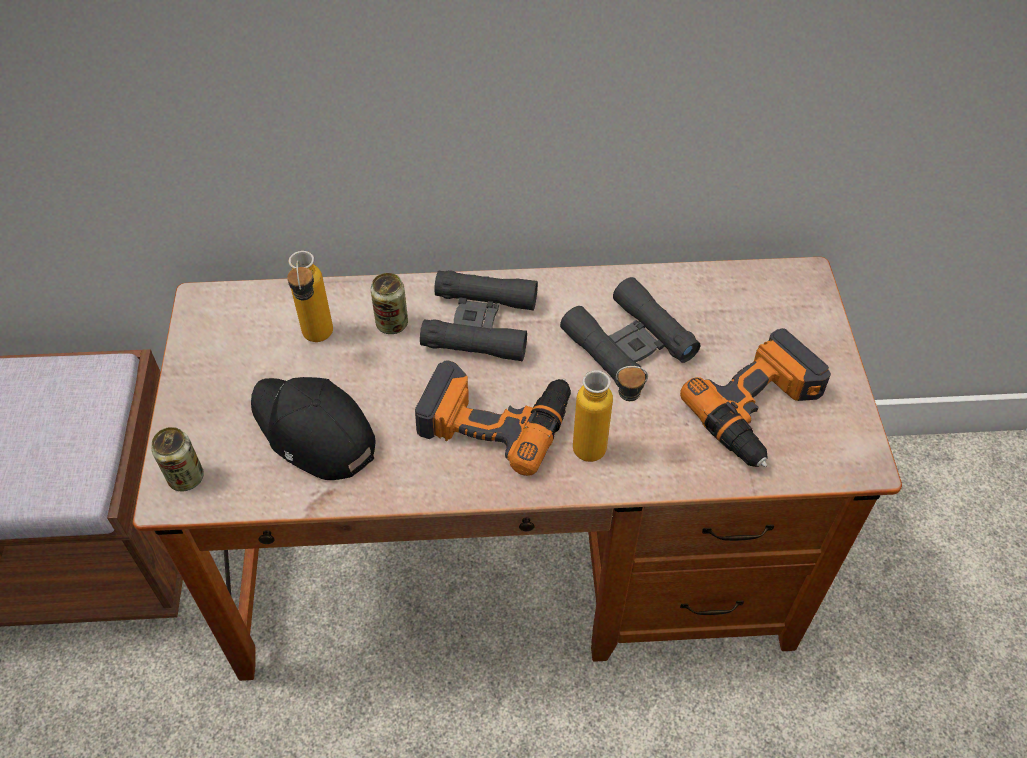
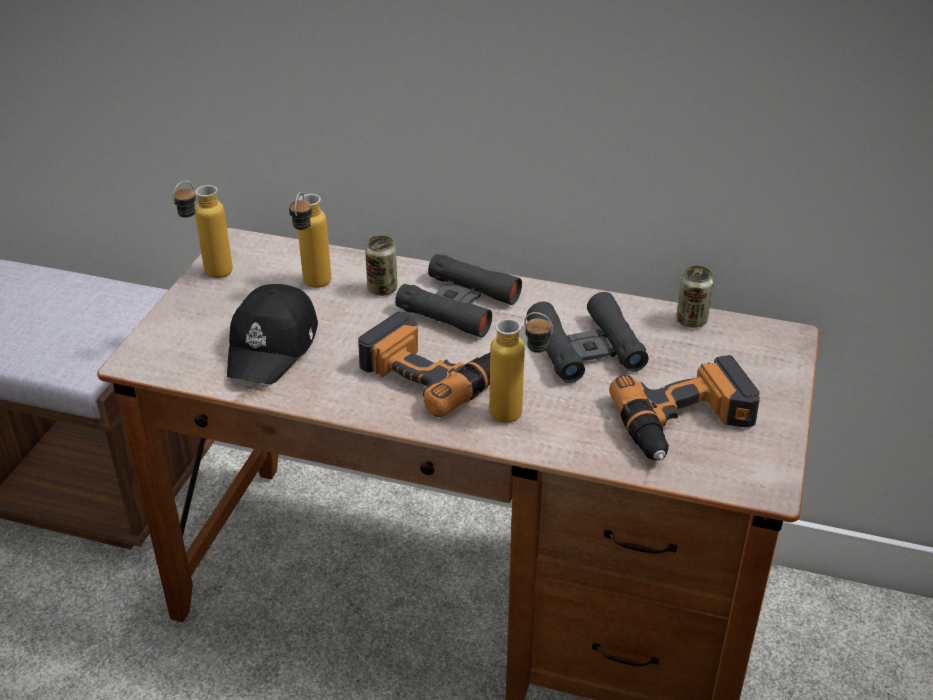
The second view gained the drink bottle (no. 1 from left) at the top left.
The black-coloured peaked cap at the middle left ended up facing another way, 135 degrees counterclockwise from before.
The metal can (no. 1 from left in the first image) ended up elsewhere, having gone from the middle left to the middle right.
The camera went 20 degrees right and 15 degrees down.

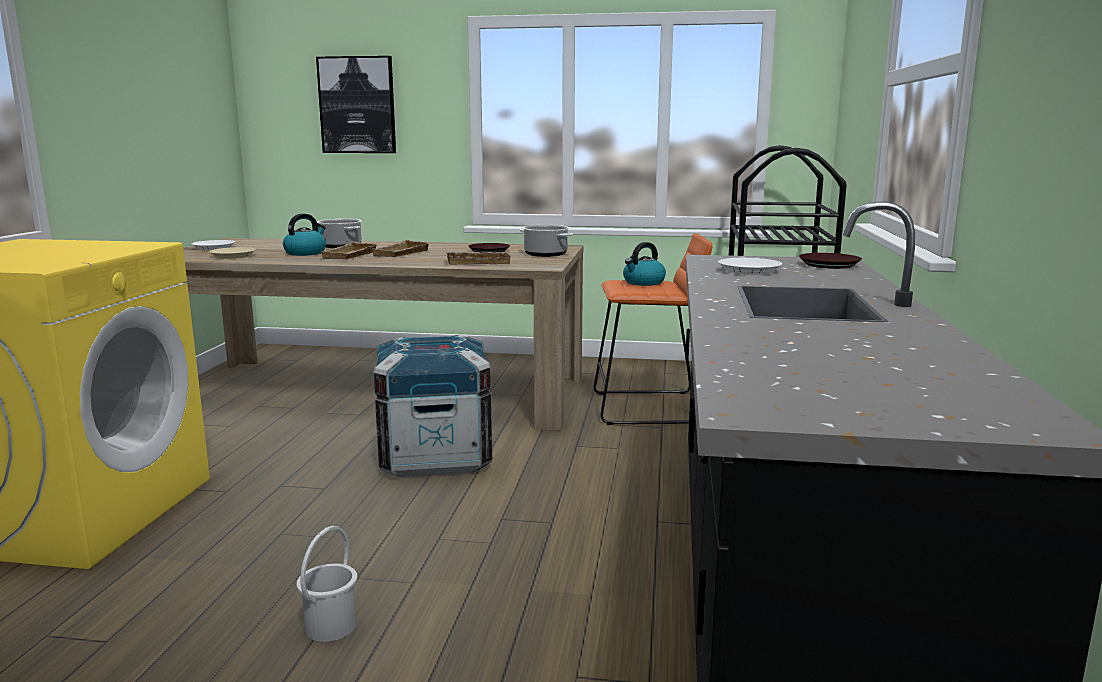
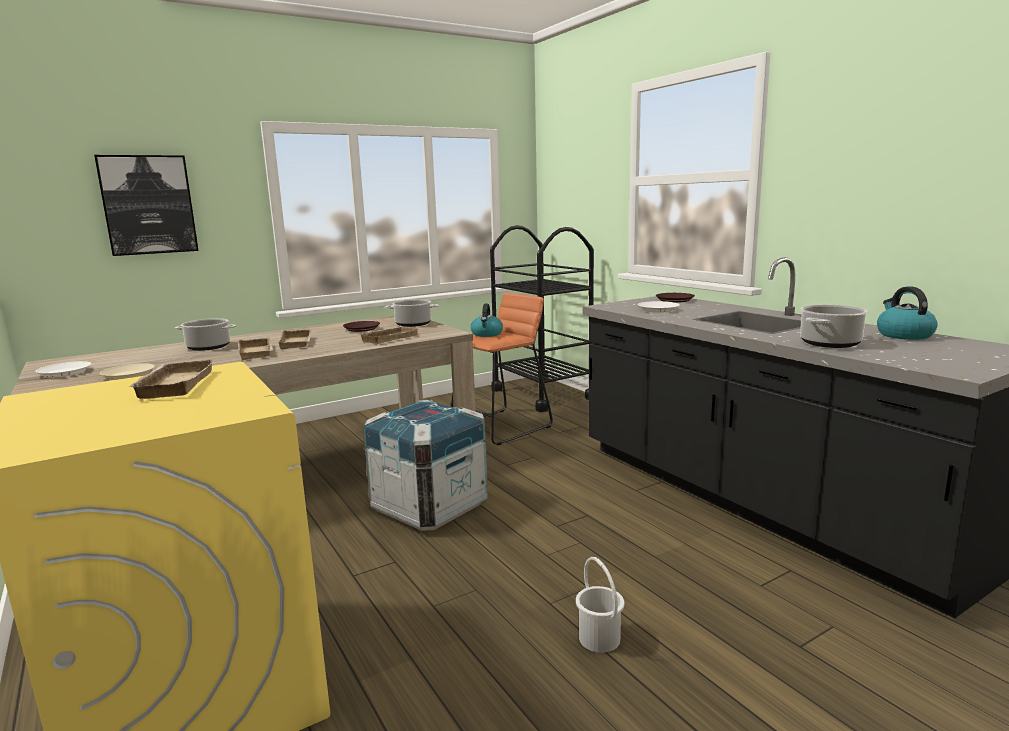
The second view gained the beige-coloured carrying tray (no. 1 from left) at the middle left.
The second view gained the cooking pot (no. 3 from left) at the middle right.
The water kettle (no. 1 from left in the first image) ended up elsewhere, having gone from the middle left to the middle right.
The camera went 40 degrees left and 0 degrees up.

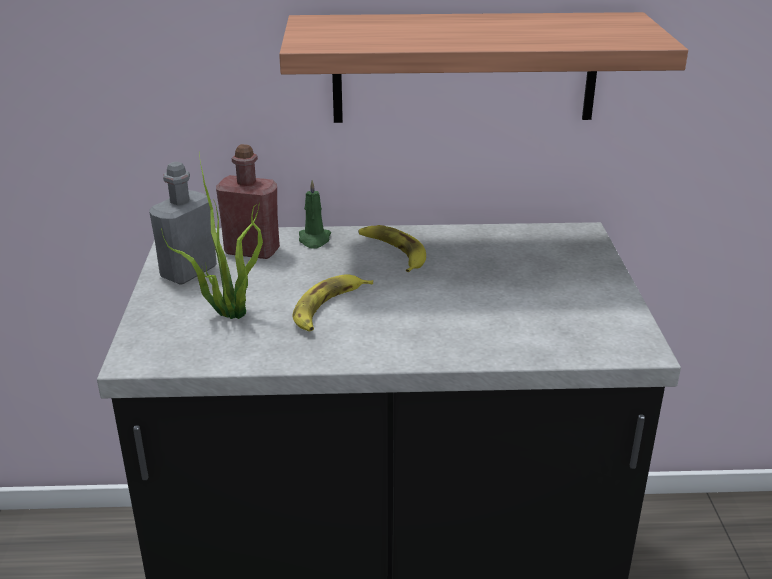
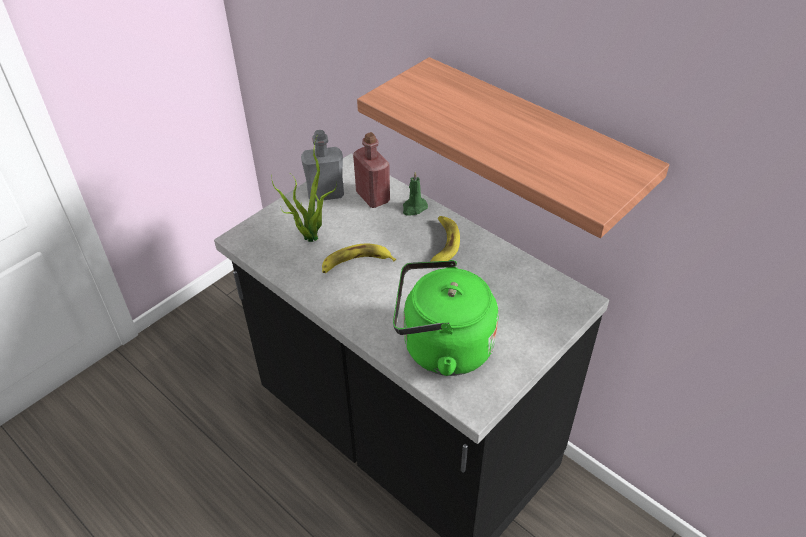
The second view gained the green water kettle at the centre.
The camera went 45 degrees right and 15 degrees up.

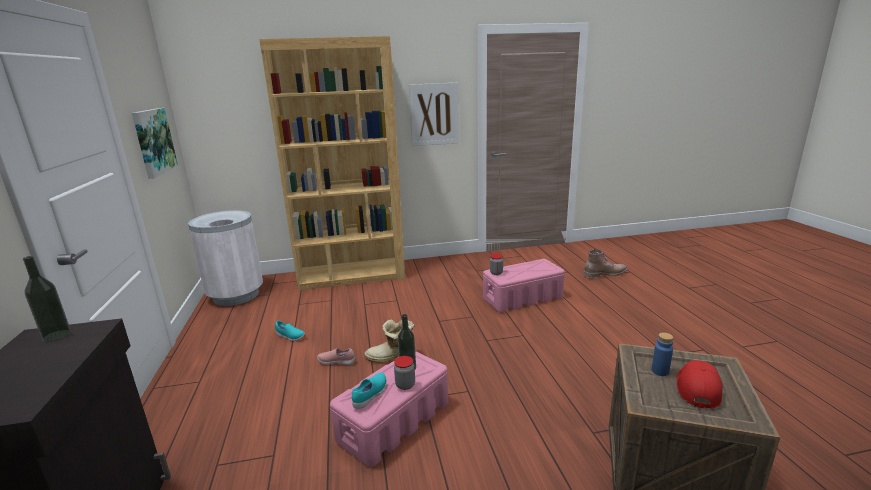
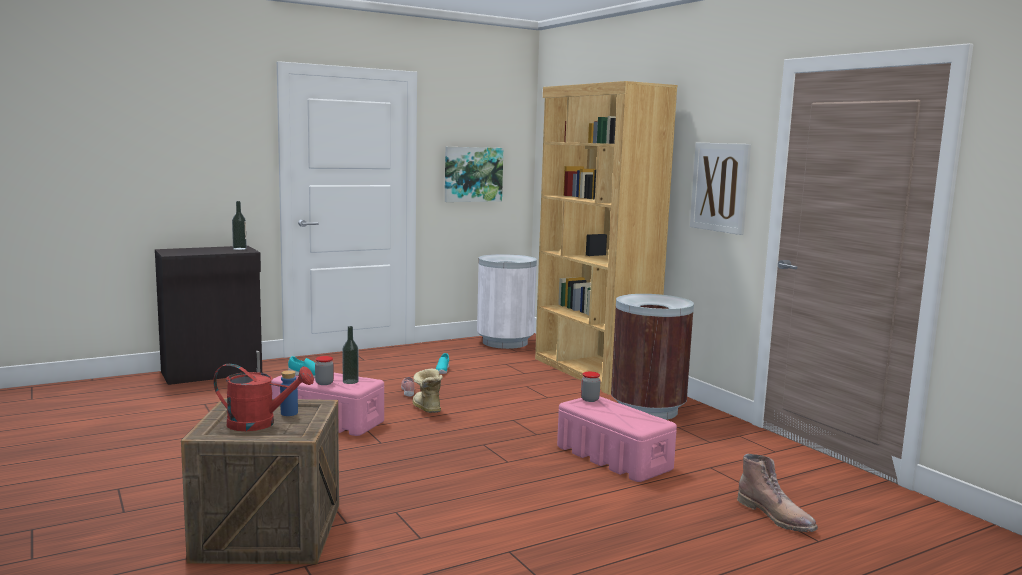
Where the red peaked cap stood at the bottom right, the red watering pot came to stand at the bottom left.
The second view gained the brownish rubbish bin at the centre.
The camera went 70 degrees right and 10 degrees down.

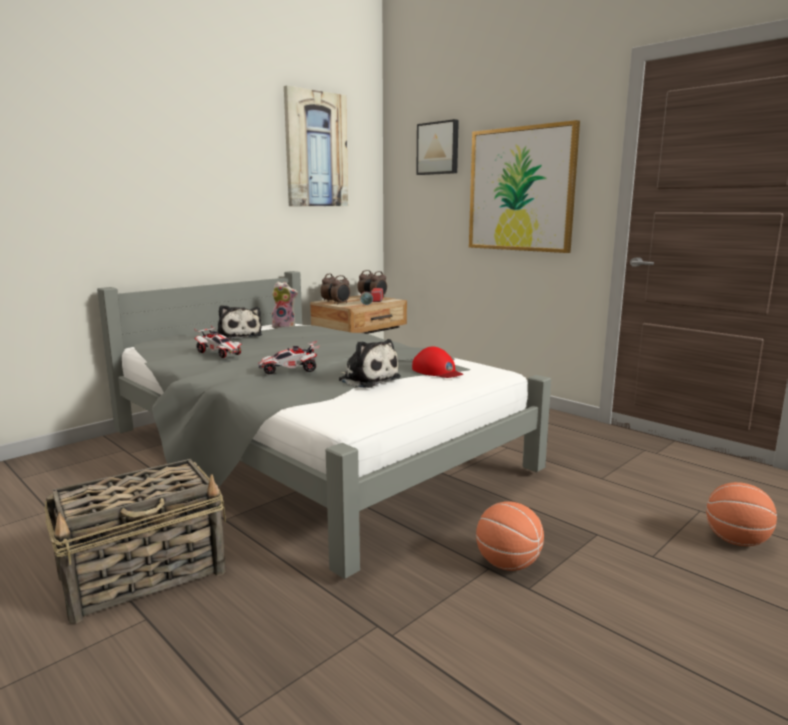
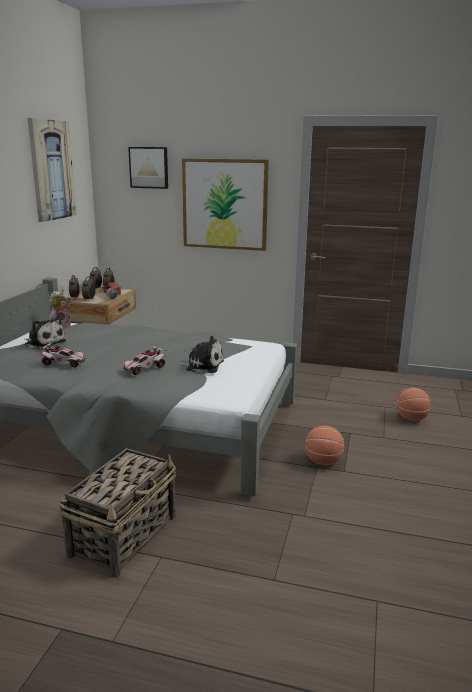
The second view lost the red peaked cap at the centre.
The camera went 30 degrees left and 5 degrees up.

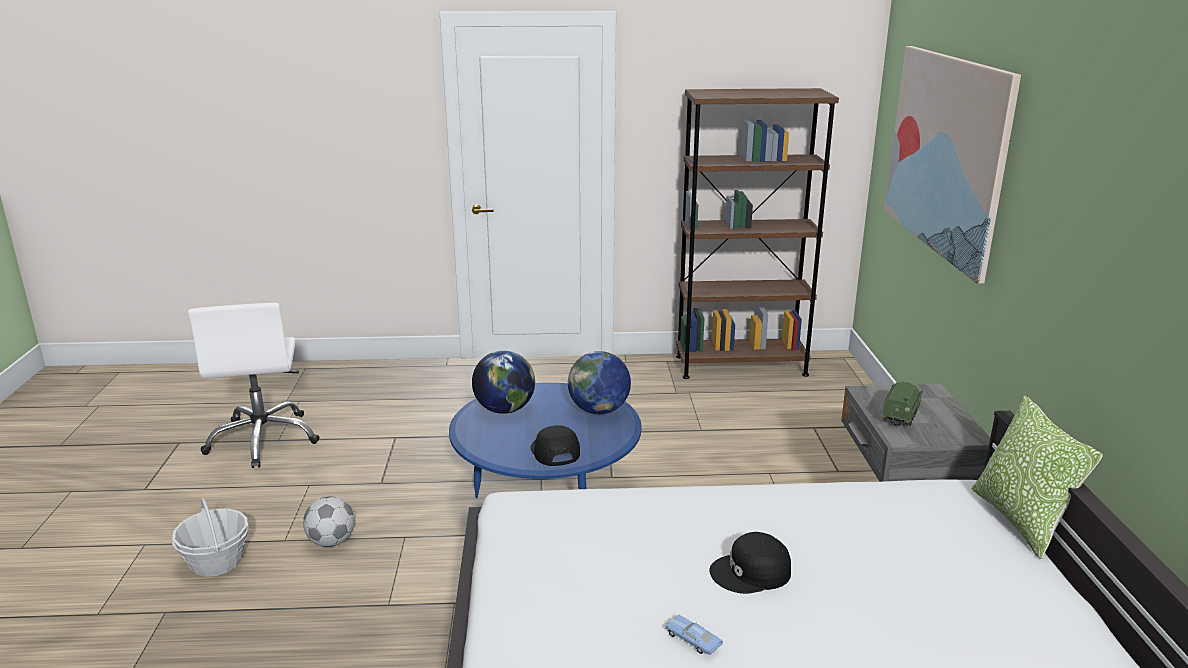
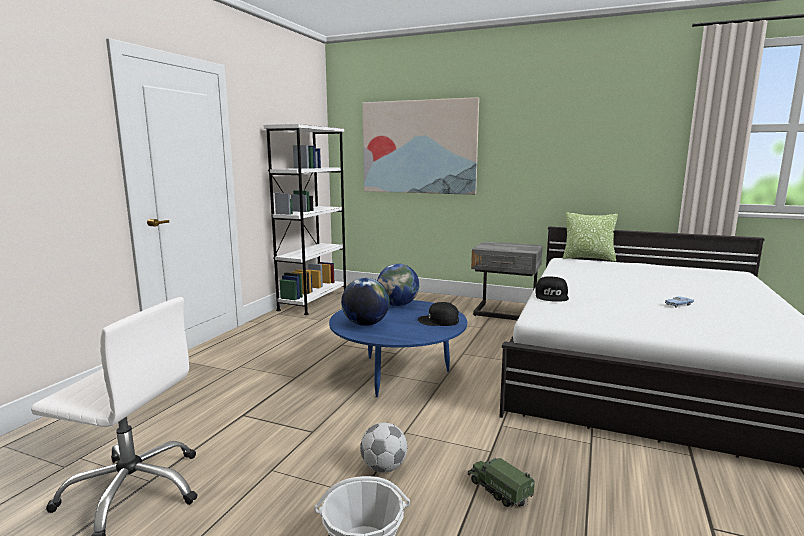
What was the brownish bookshelf at the centre turned into the whitish bookshelf at the centre.
The toy truck ended up elsewhere, having gone from the middle right to the bottom centre.
The black-coloured peaked cap (no. 2 from left) ended up elsewhere, having gone from the bottom centre to the middle right.
The camera went 65 degrees left and 10 degrees down.

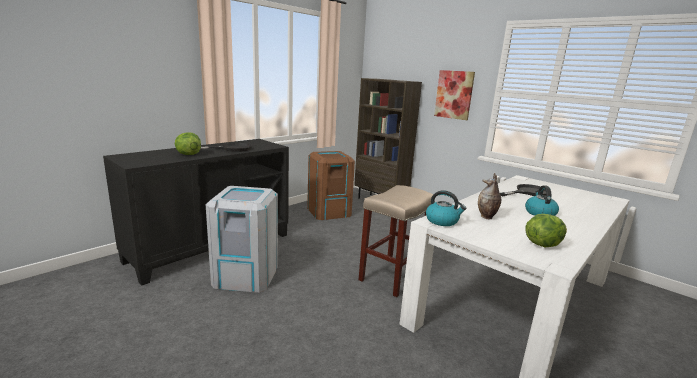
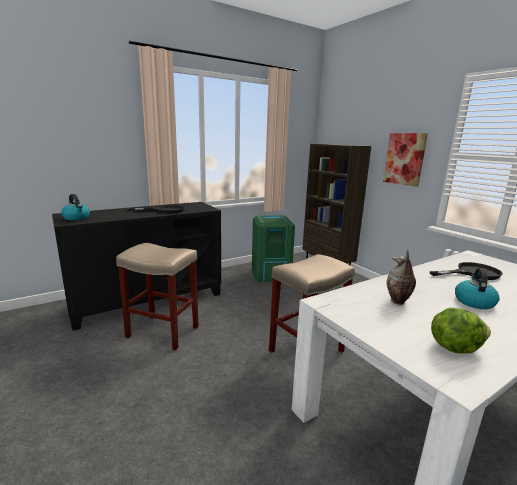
The water kettle (no. 1 from left) ended up elsewhere, having gone from the centre to the middle left.
Where the greyish rubbish bin stood at the centre, the beige-coloured stool (no. 1 from left) came to stand at the middle left.
What was the brownish rubbish bin at the centre turned into the green rubbish bin at the centre.
The second view lost the lettuce (no. 1 from left) at the middle left.
The camera went 15 degrees right and 0 degrees up.

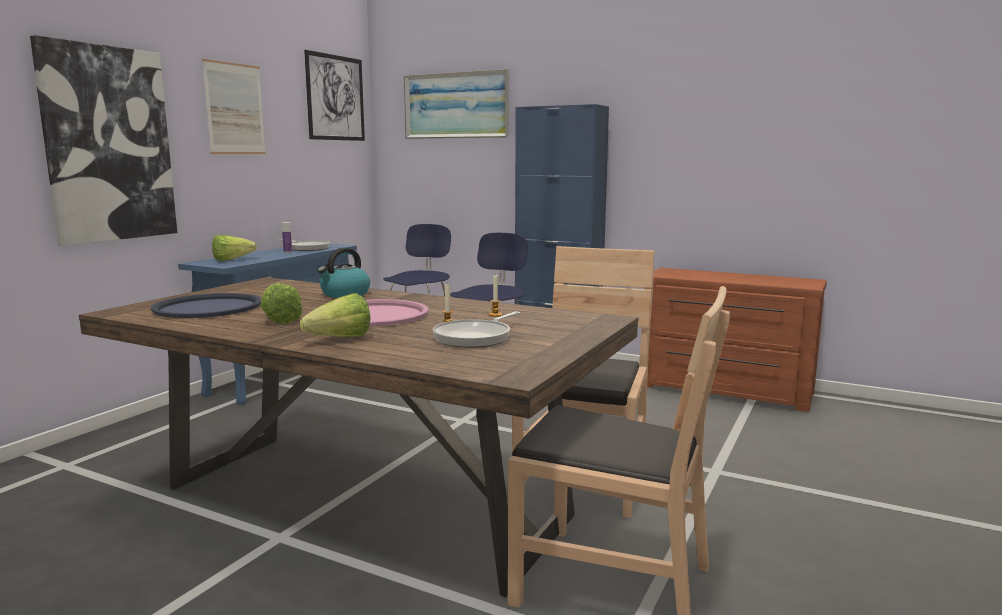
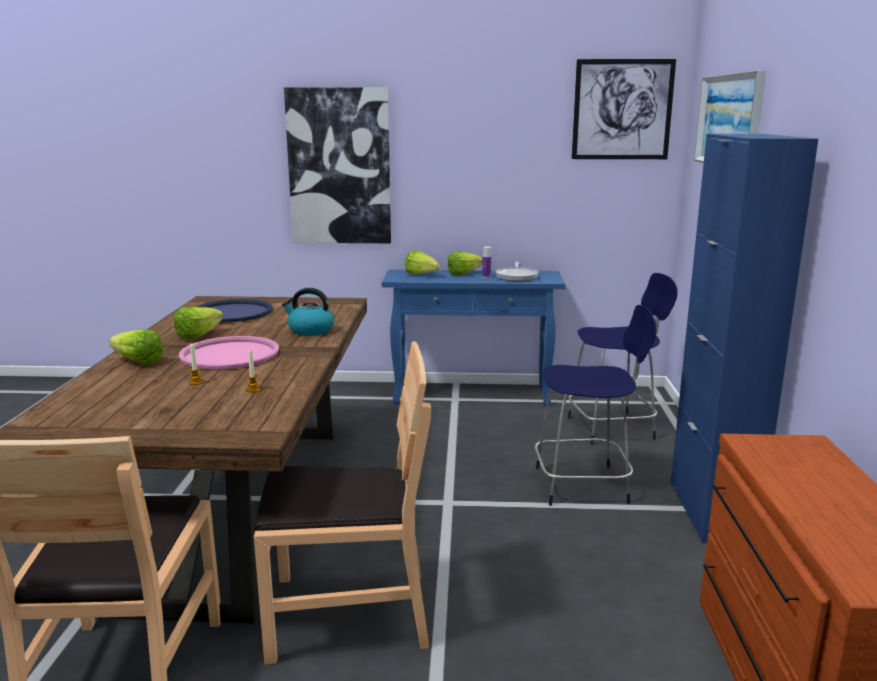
The second view gained the lettuce (no. 4 from left) at the centre.
The second view lost the wall art (no. 2 from left) at the top left.
The second view lost the pan (no. 2 from left) at the centre.
The camera went 65 degrees right and 5 degrees up.

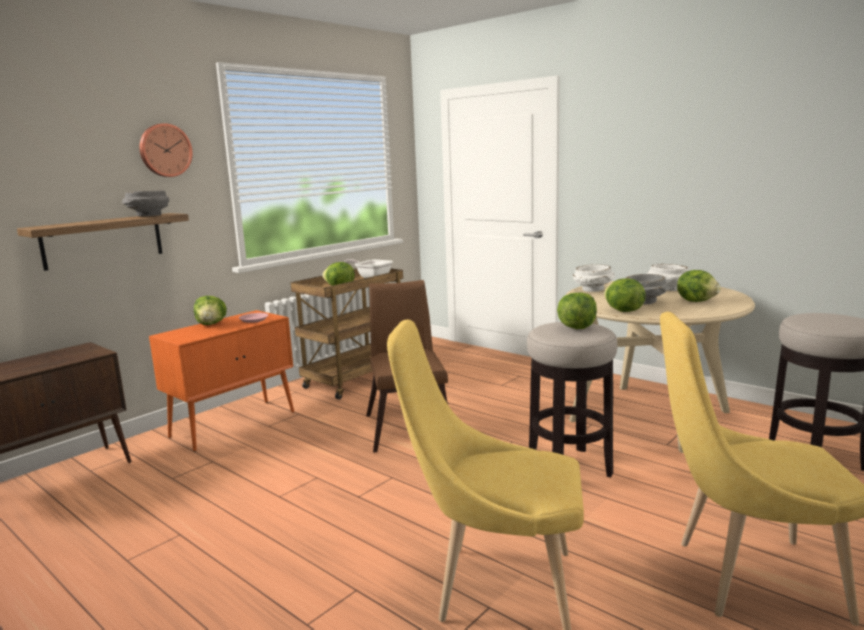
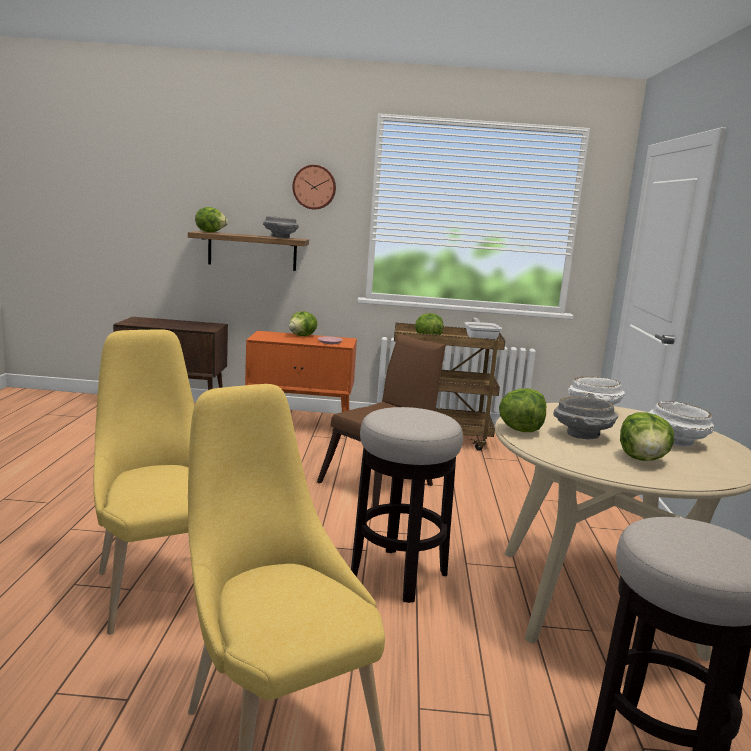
The lettuce (no. 3 from left in the first image) ended up elsewhere, having gone from the middle right to the top left.
The camera went 50 degrees right and 0 degrees up.

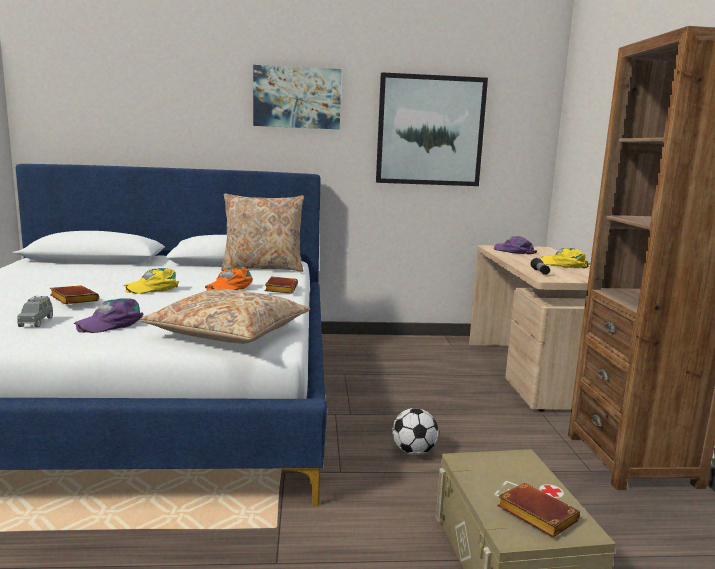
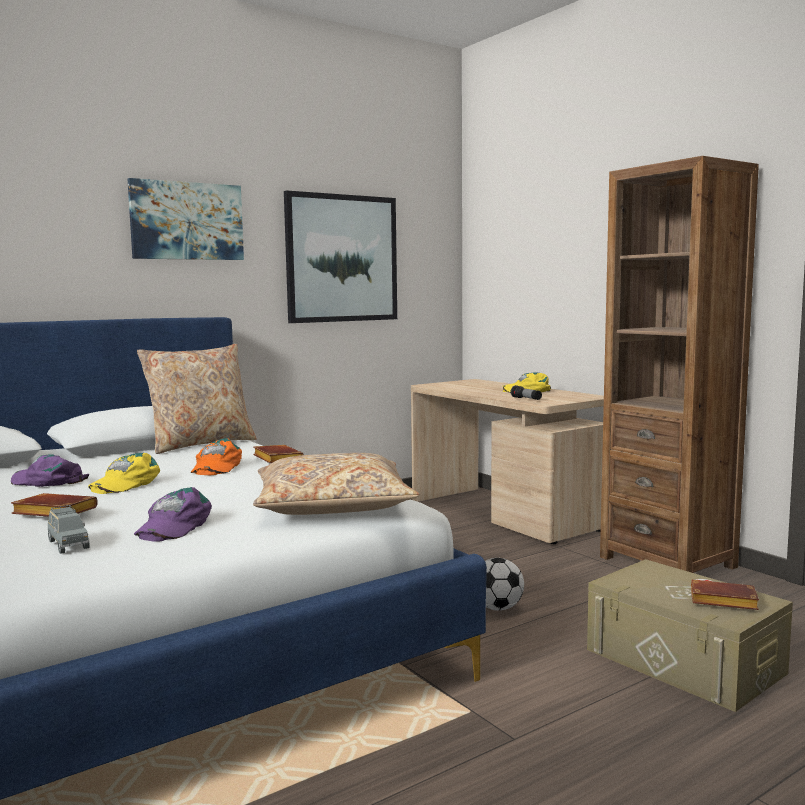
The purple-coloured peaked cap (no. 2 from left in the first image) ended up elsewhere, having gone from the middle right to the middle left.
The camera went 30 degrees left and 5 degrees down.

